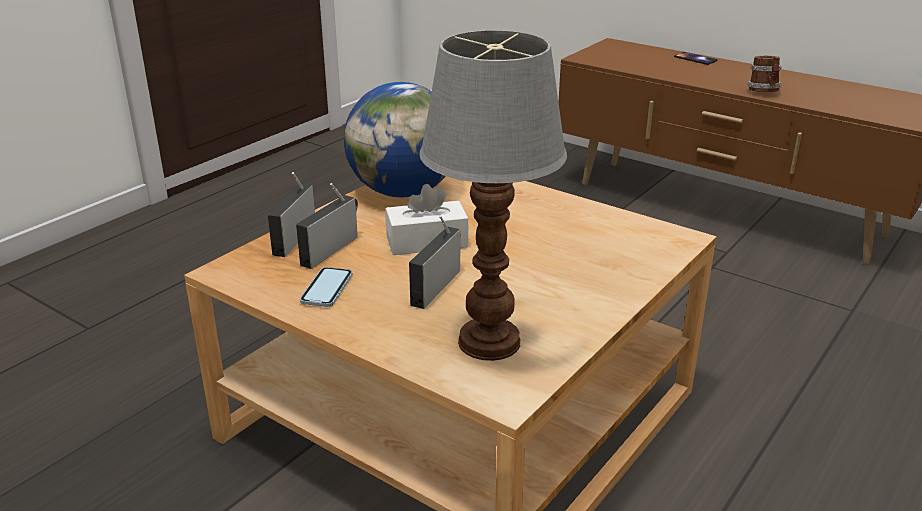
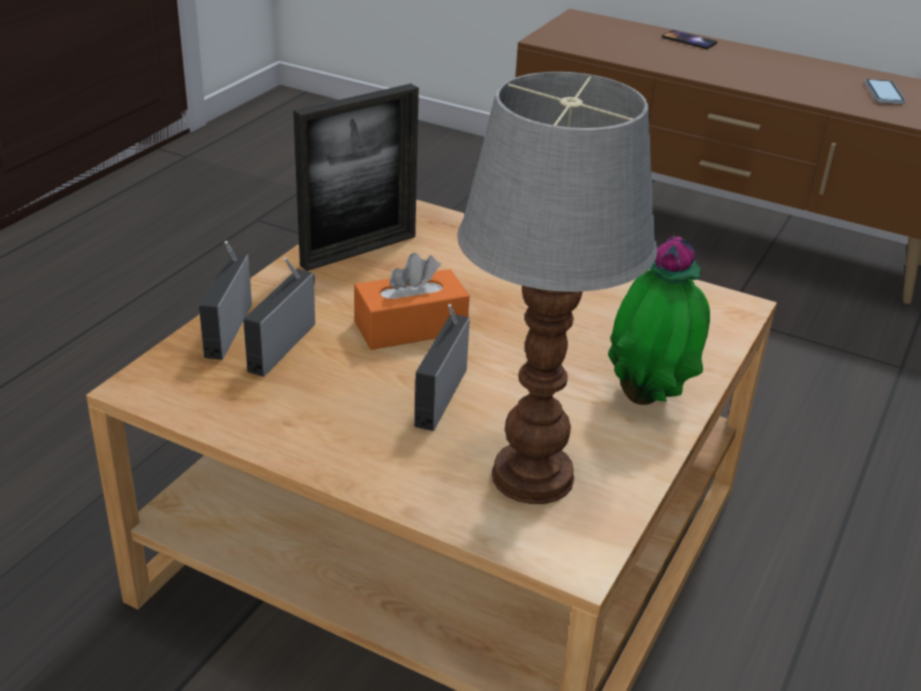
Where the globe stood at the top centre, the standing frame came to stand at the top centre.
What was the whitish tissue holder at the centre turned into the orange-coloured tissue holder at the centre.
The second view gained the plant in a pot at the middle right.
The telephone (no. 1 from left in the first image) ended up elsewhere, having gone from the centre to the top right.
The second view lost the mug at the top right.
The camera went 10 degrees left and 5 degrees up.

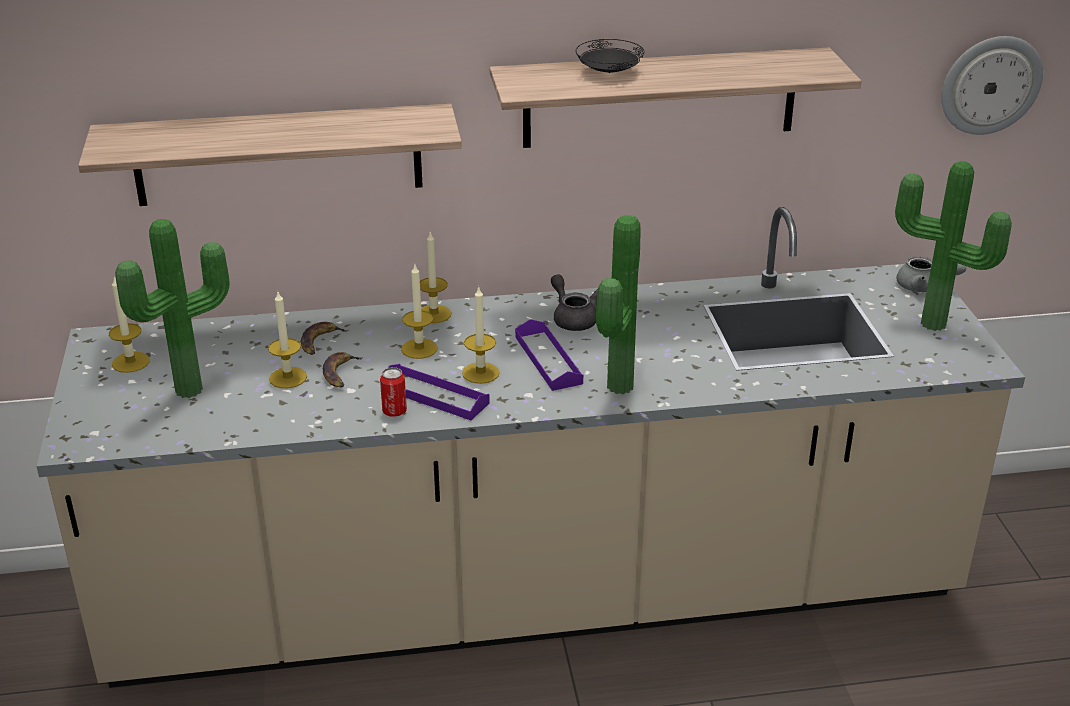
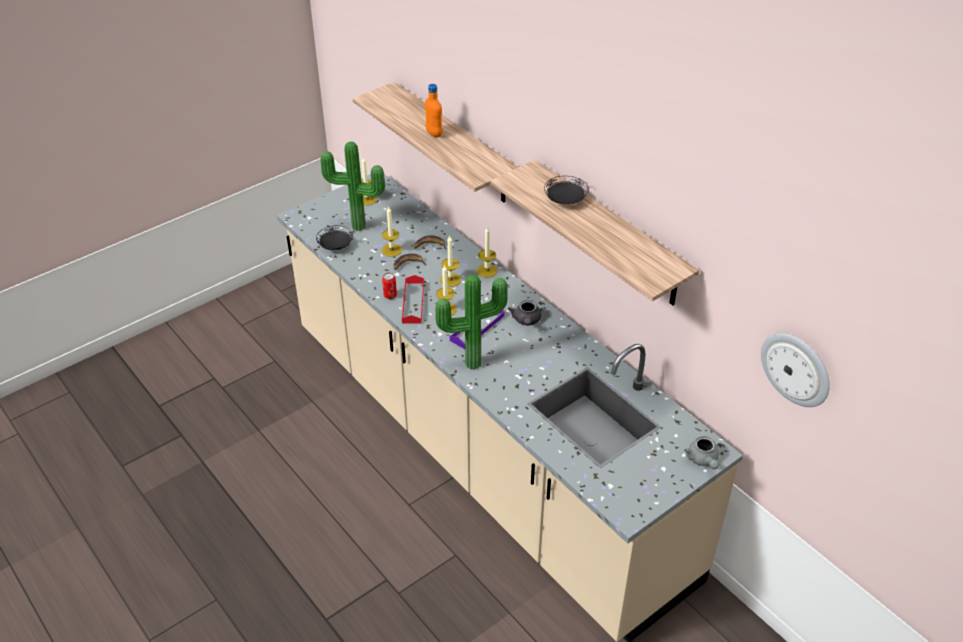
The second view gained the black-coloured flat dish (no. 1 from left) at the centre.
What was the purple-coloured carrying tray (no. 1 from left) at the centre turned into the red carrying tray at the centre.
The second view gained the orange-coloured drink bottle at the top centre.
The greyish teapot (no. 1 from left) at the centre ended up facing another way, 150 degrees clockwise from before.
The second view lost the plant in a pot (no. 3 from left) at the middle right.
The camera went 60 degrees right and 10 degrees up.

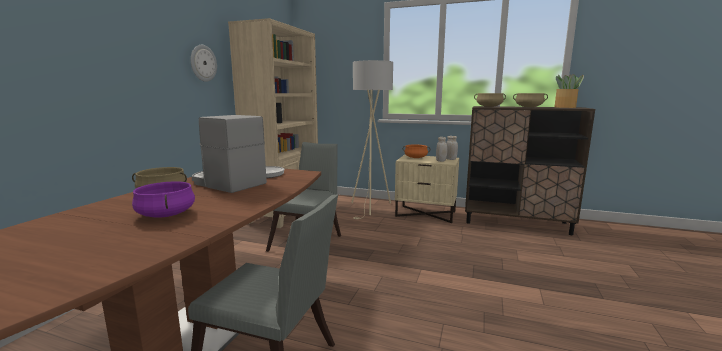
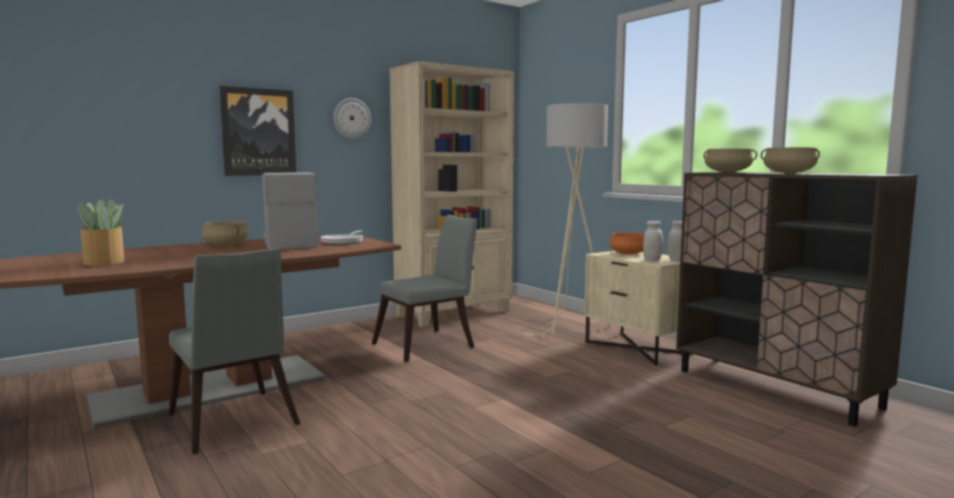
The plant in a pot ended up elsewhere, having gone from the top right to the middle left.
The second view gained the wall art at the top left.
The second view lost the purple-coloured cooking pot at the middle left.
The camera went 35 degrees right and 5 degrees down.

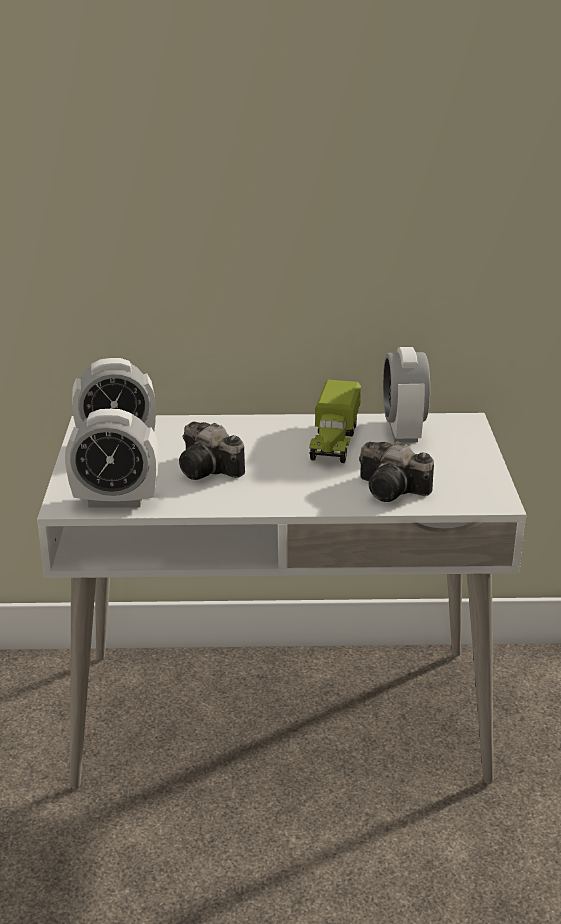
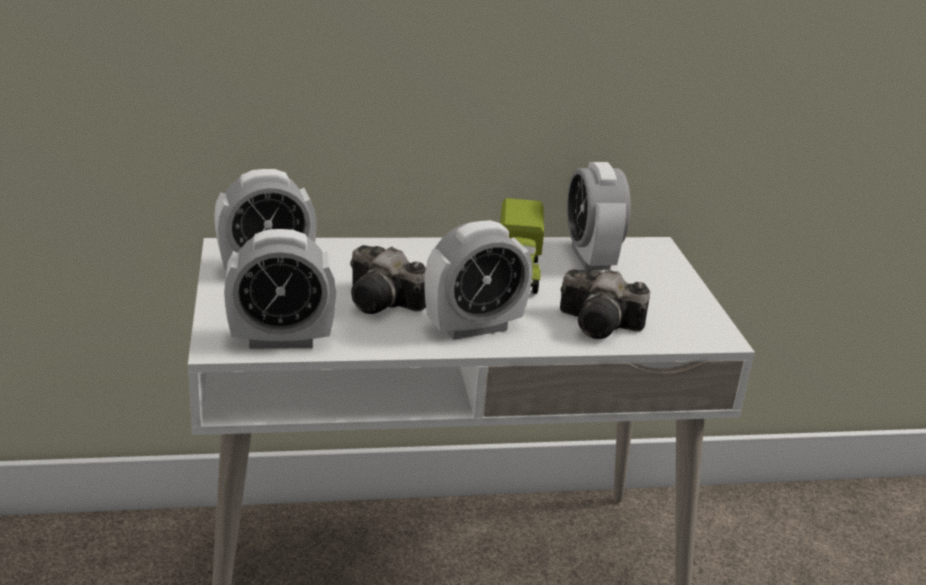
The second view gained the bedside clock (no. 3 from left) at the centre.
The camera went 10 degrees left and 0 degrees up.

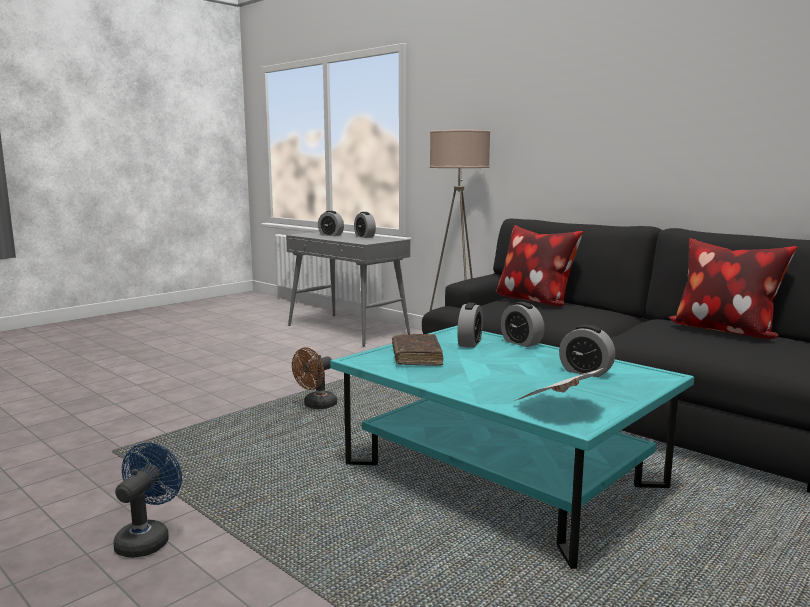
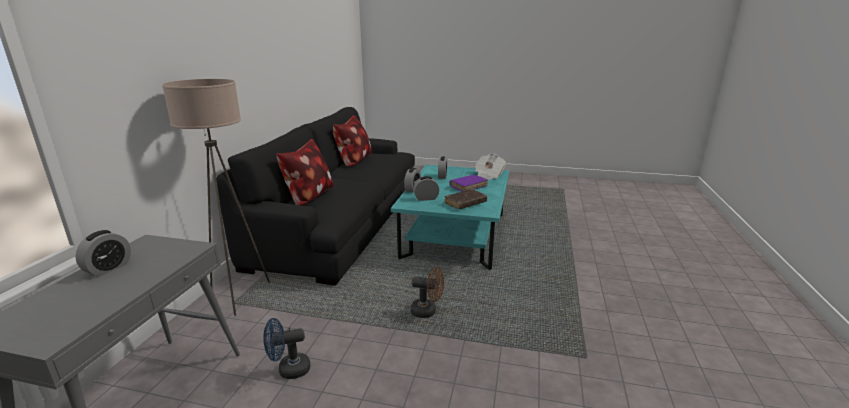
The bluish electric fan ended up elsewhere, having gone from the bottom left to the bottom centre.
The second view gained the purple-coloured bound book at the centre.
The second view lost the bedside clock (no. 1 from left) at the centre.
The camera went 120 degrees left and 10 degrees up.

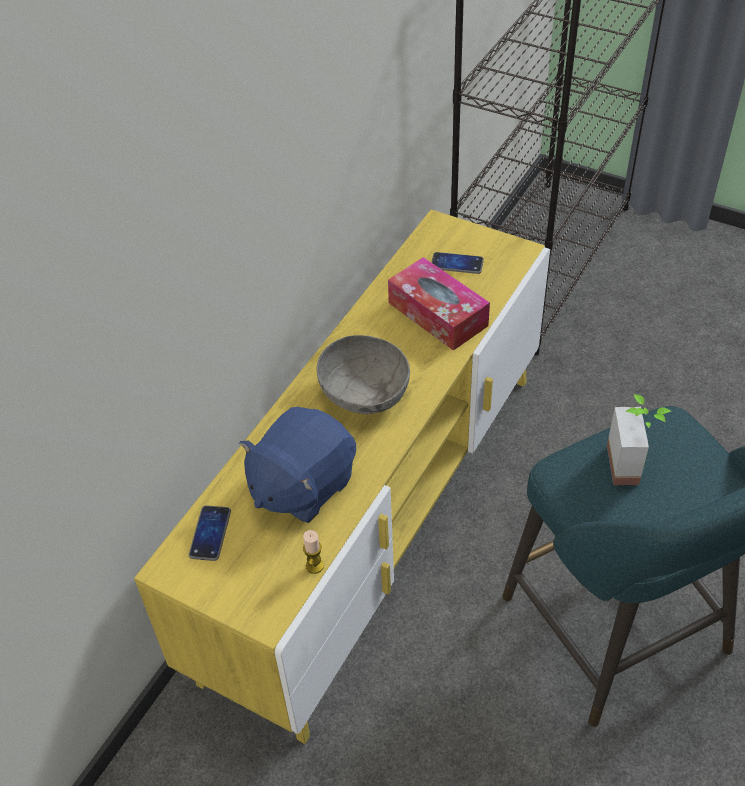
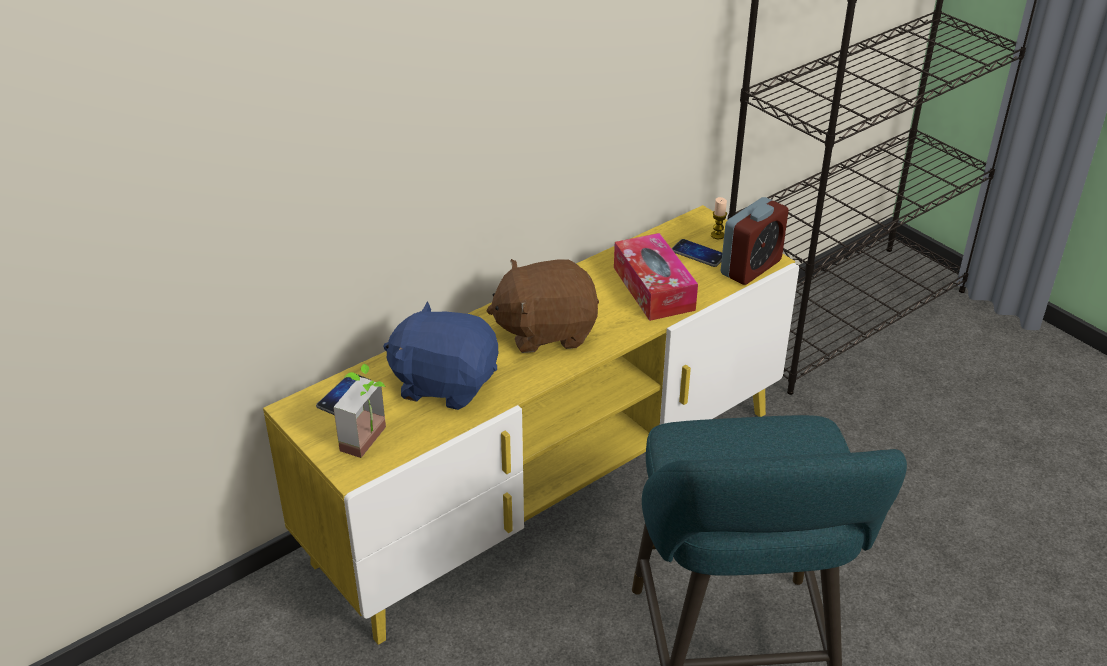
The plant in a pot ended up elsewhere, having gone from the middle right to the middle left.
The bluish soft toy at the centre ended up facing another way, 45 degrees clockwise from before.
Where the greyish deep dish stood at the centre, the brownish soft toy came to stand at the centre.
The wax candle ended up elsewhere, having gone from the bottom centre to the top centre.
The second view gained the bedside clock at the middle right.
The camera went 20 degrees right and 10 degrees down.

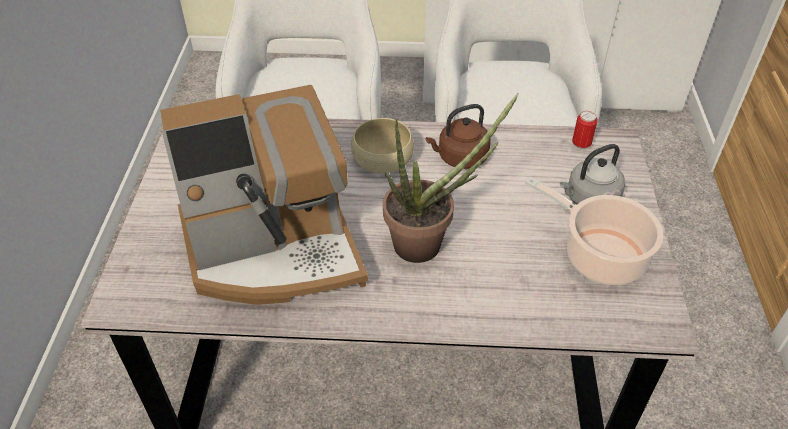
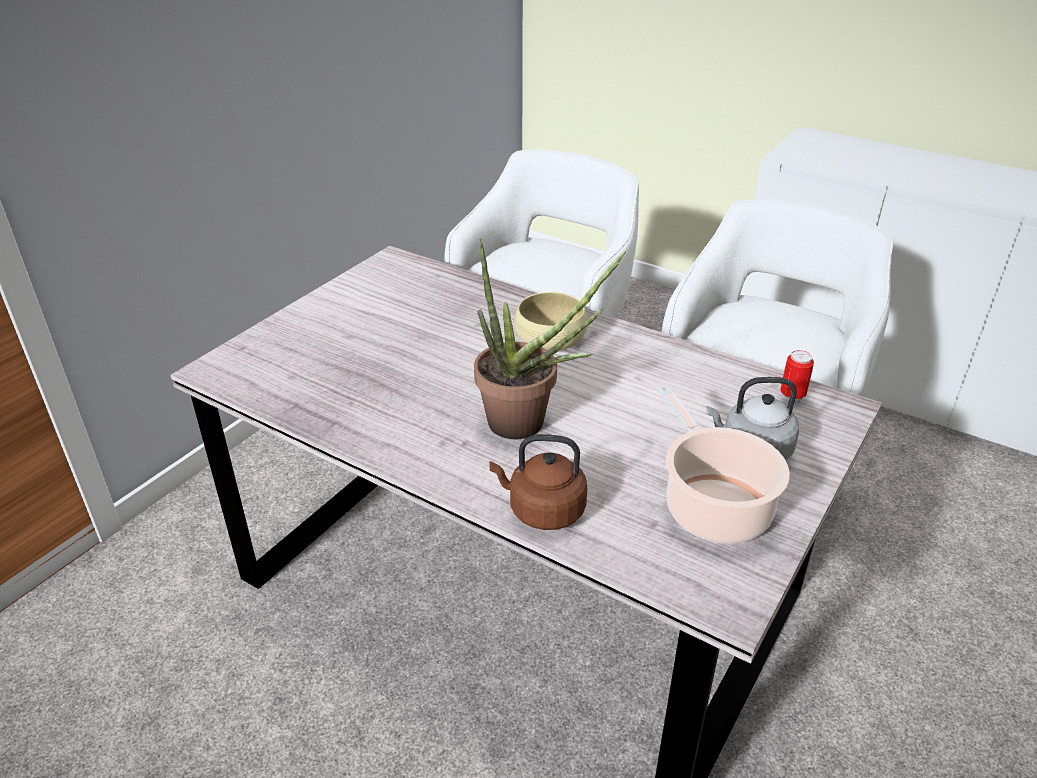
The brownish water kettle ended up elsewhere, having gone from the top centre to the centre.
The second view lost the coffee machine at the centre.
The camera went 30 degrees right and 10 degrees down.

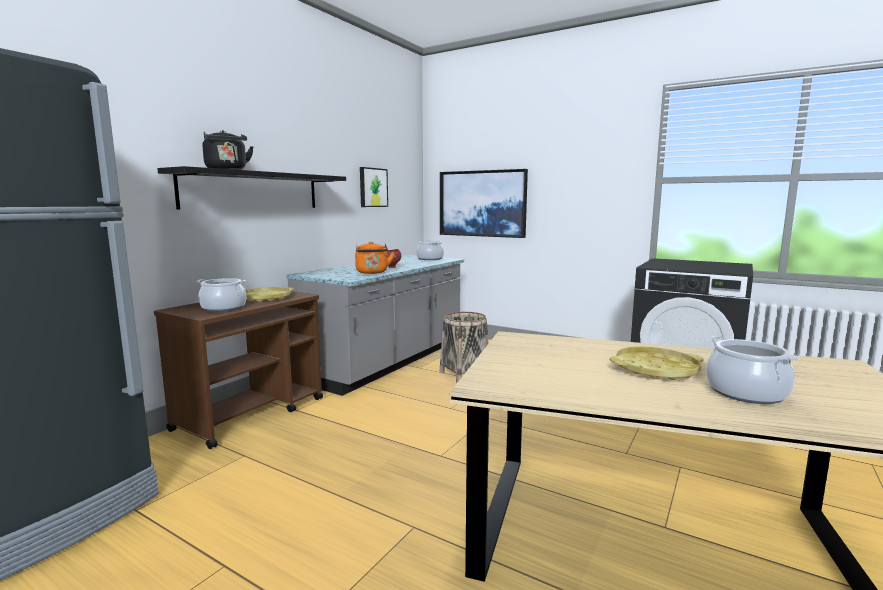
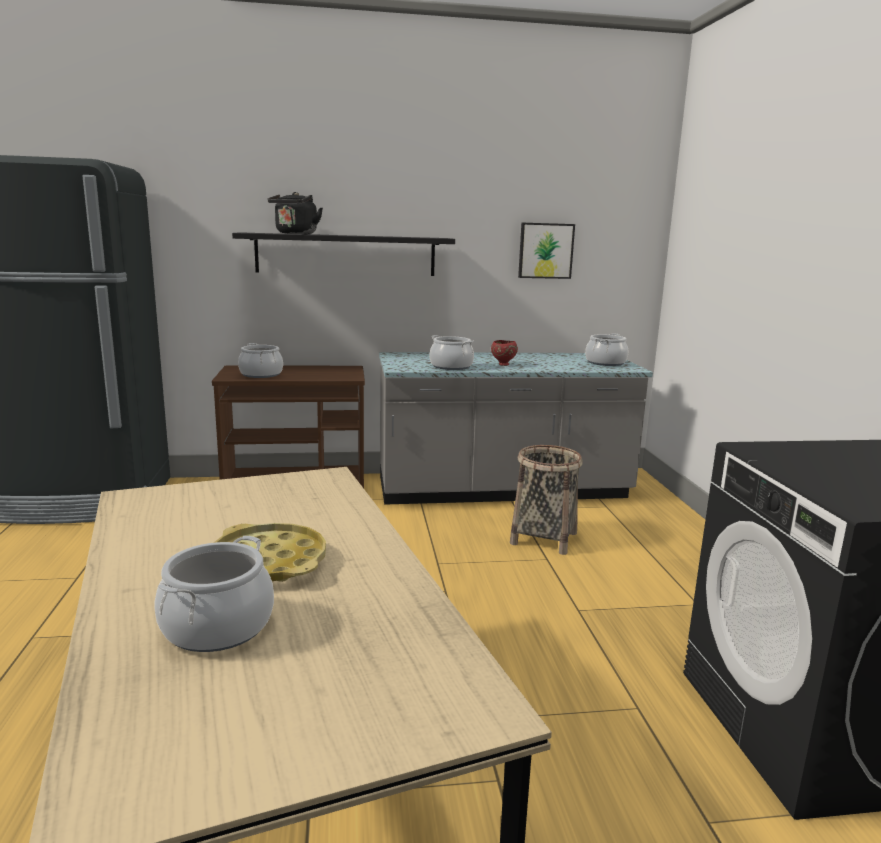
Where the orange-coloured water kettle stood at the centre, the cooking pot (no. 3 from left) came to stand at the centre.
The second view lost the yellow carrying tray (no. 1 from left) at the middle left.
The second view lost the wall art (no. 2 from left) at the centre.
The camera went 50 degrees right and 5 degrees up.

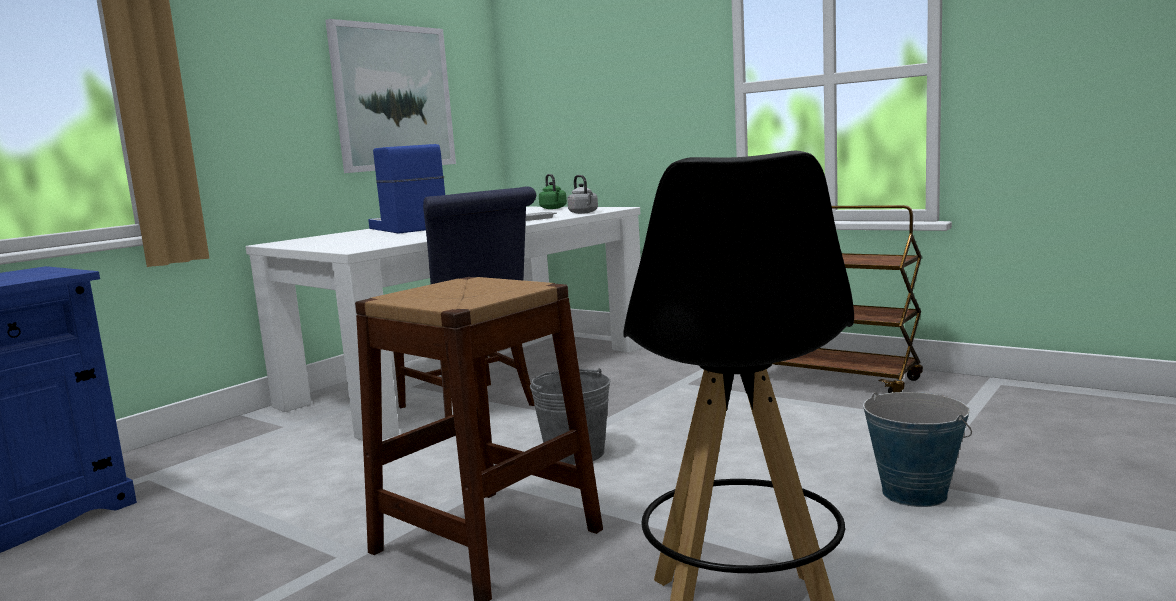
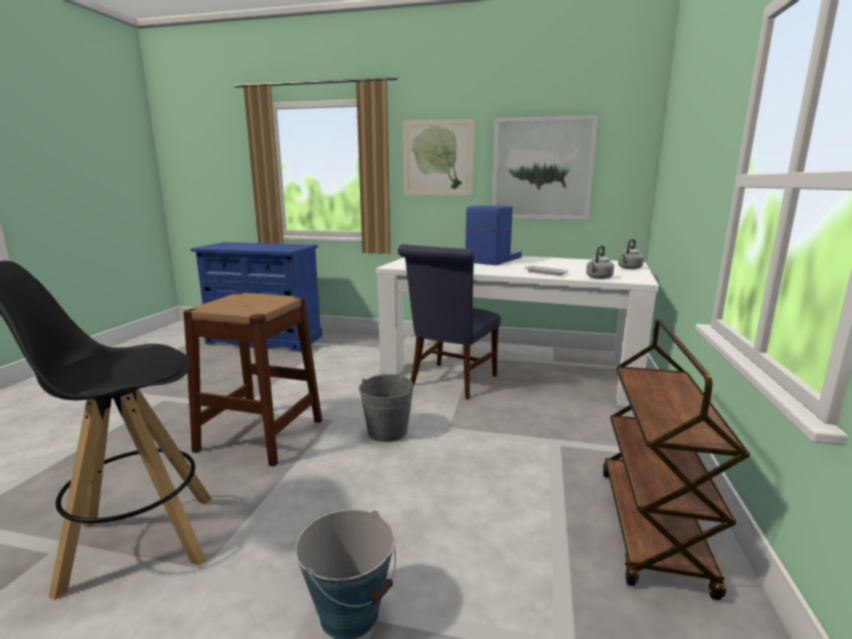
The second view gained the wall art (no. 1 from left) at the top centre.
What was the green water kettle at the top centre turned into the greyish water kettle (no. 2 from left) at the middle right.
The camera went 65 degrees right and 5 degrees up.

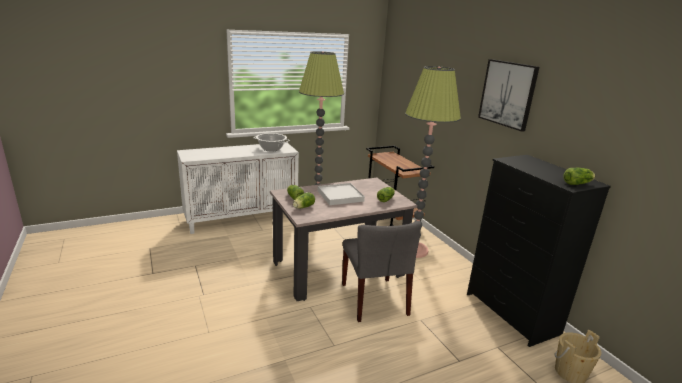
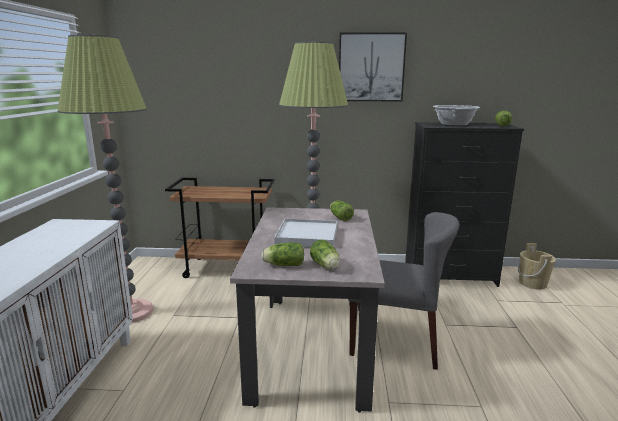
The cooking pot ended up elsewhere, having gone from the centre to the top right.
The camera went 60 degrees left and 5 degrees down.

